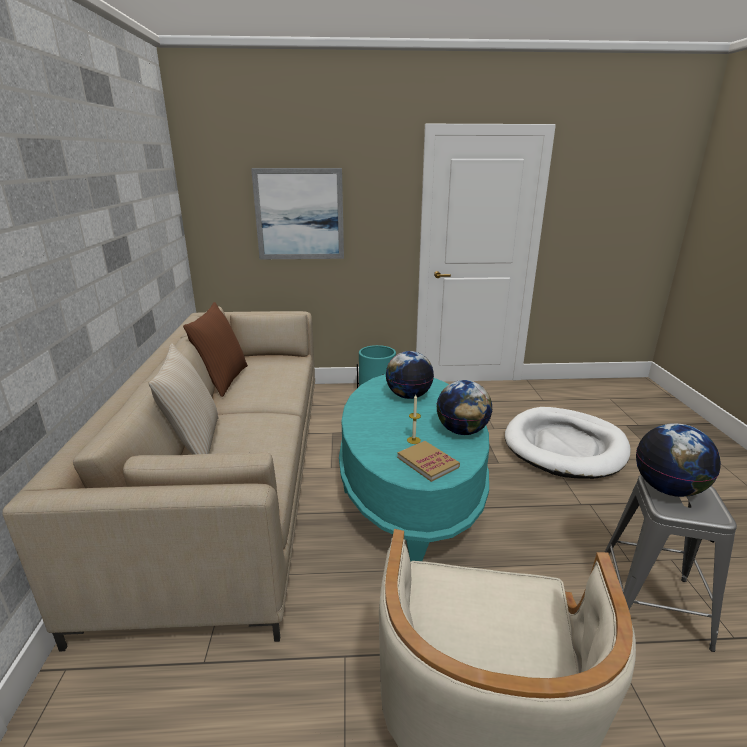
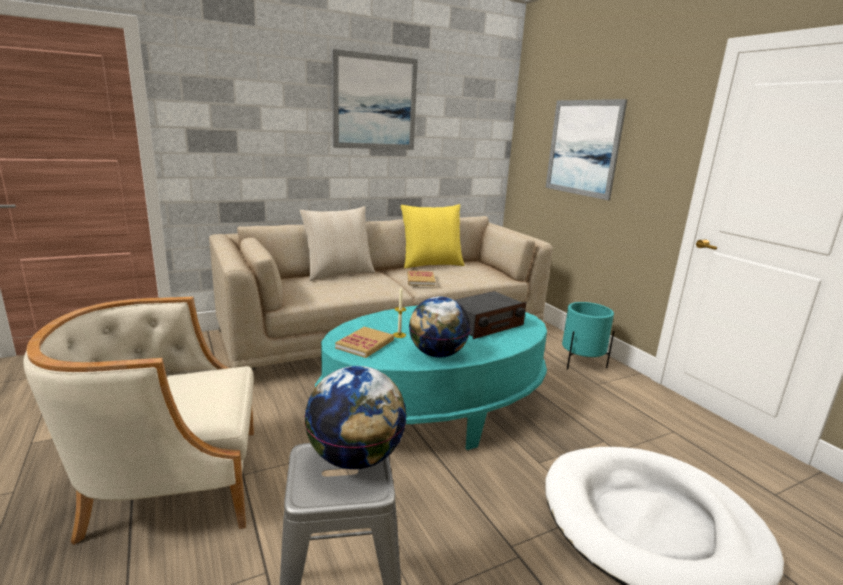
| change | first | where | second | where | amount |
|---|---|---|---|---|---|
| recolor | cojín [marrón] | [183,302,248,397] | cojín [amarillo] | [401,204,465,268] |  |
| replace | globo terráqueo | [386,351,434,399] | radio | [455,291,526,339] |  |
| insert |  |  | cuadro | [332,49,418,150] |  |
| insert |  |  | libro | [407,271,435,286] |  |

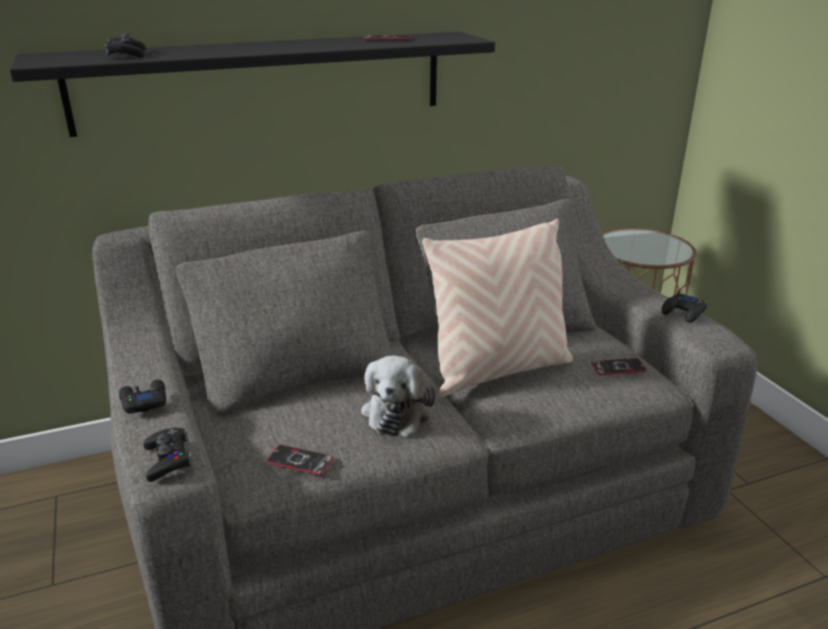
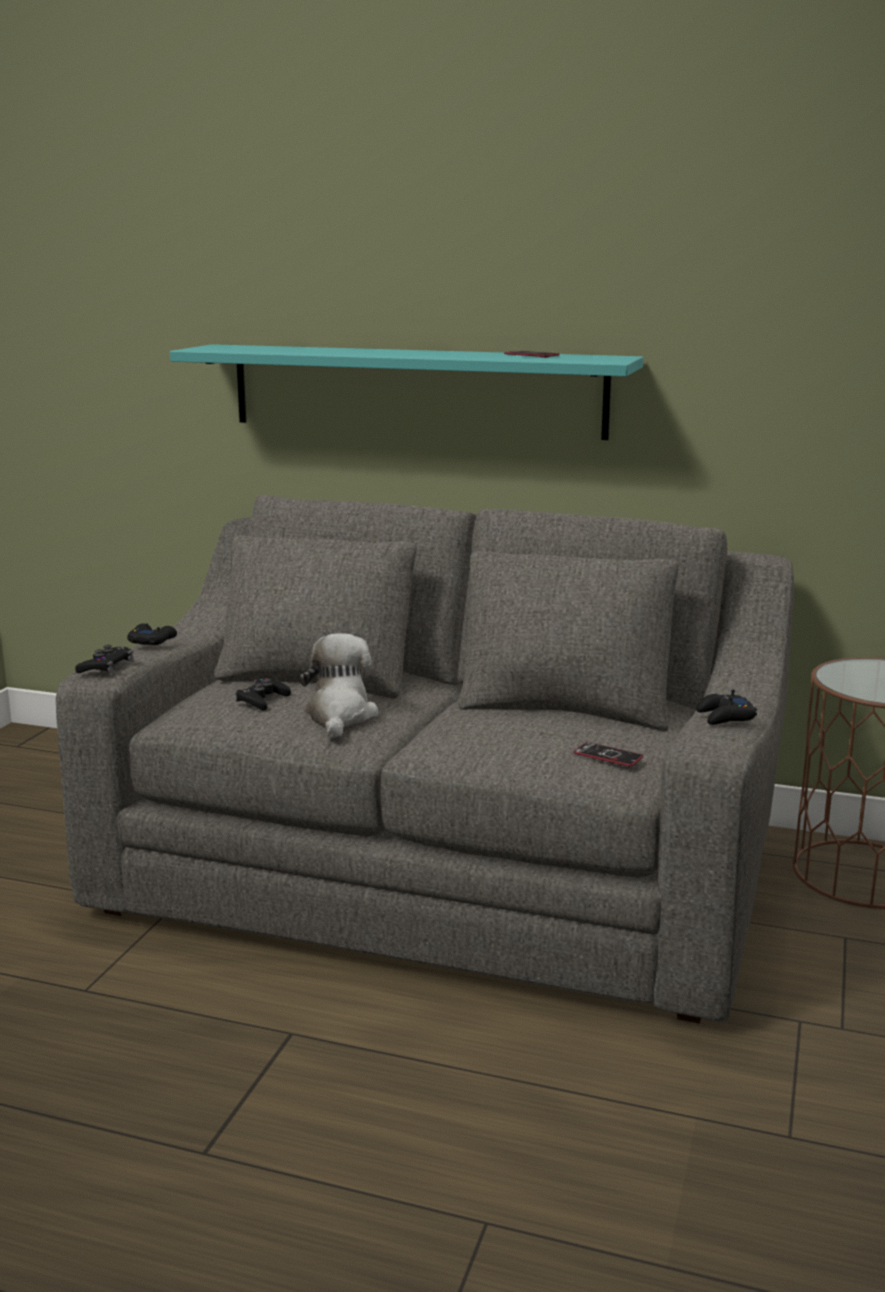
| change | first | where | second | where | amount |
|---|---|---|---|---|---|
| recolor | estante [negro] | [9,32,495,137] | estante [turquesa] | [170,344,644,440] |  |
| move | mando de consola [negro] | [104,33,146,57] |  | [235,678,291,711] |  |
| delete | cojín [beis] | [422,219,573,397] |  |  |  |
| rotate | peluche | [361,355,436,437] |  | [299,633,378,738] | 135 degrees clockwise |
| delete | móvil | [266,445,333,475] |  |  |  |

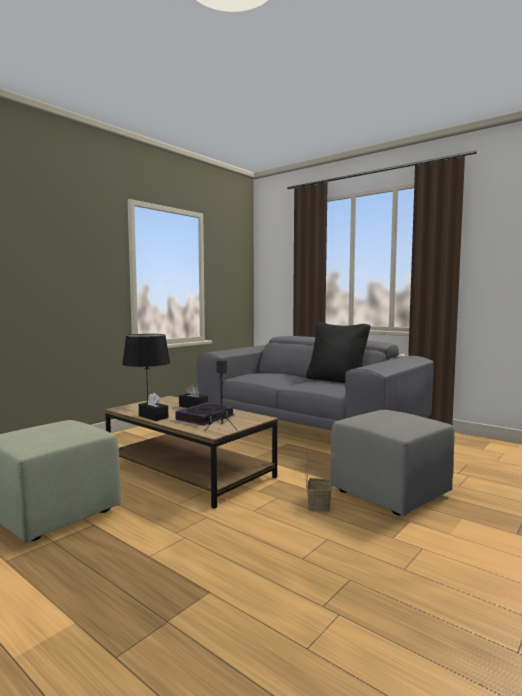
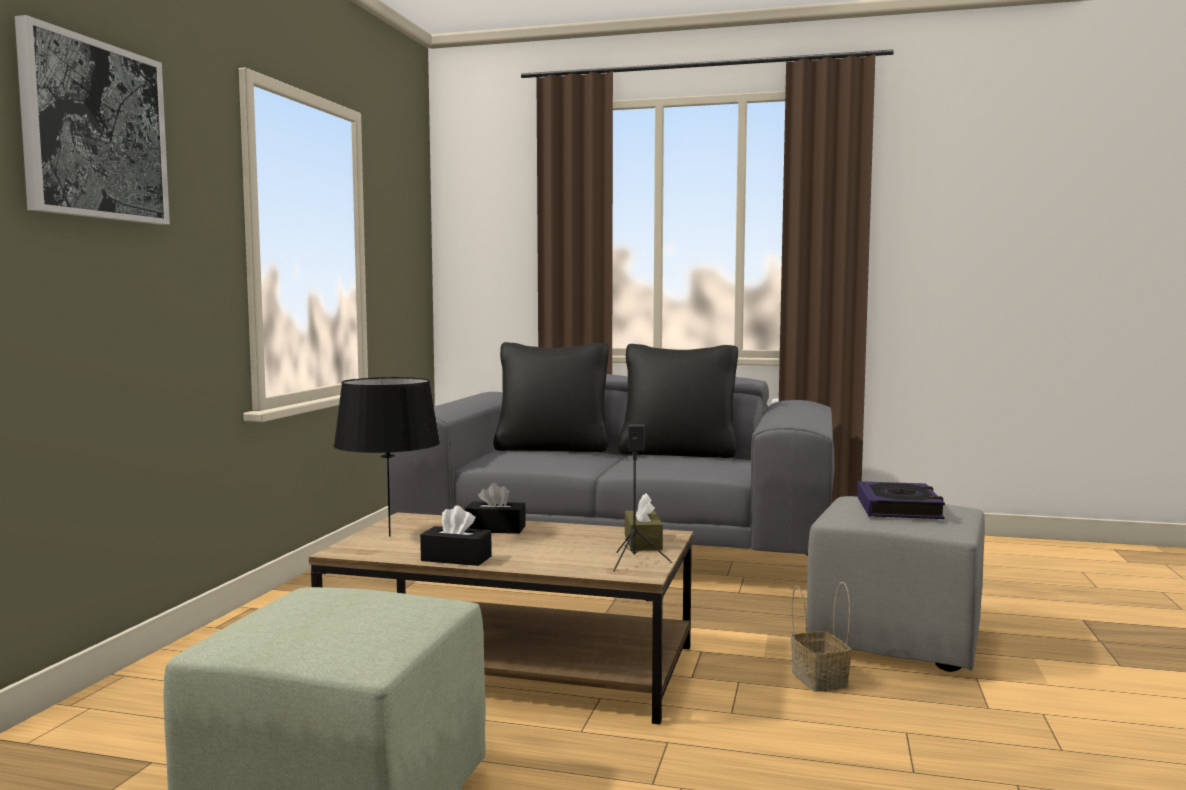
| change | first | where | second | where | amount |
|---|---|---|---|---|---|
| move | libro | [175,402,234,426] |  | [857,481,945,519] |  |
| insert |  |  | cuadro | [15,15,170,225] |  |
| insert |  |  | cojín [negro] | [493,342,609,452] |  |
| insert |  |  | caja de pañuelos [marrón] | [625,493,663,551] |  |

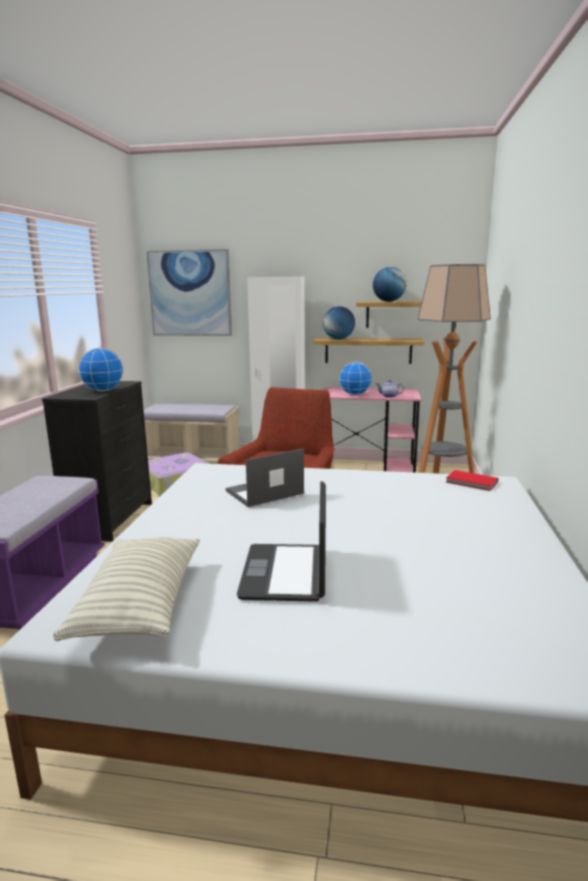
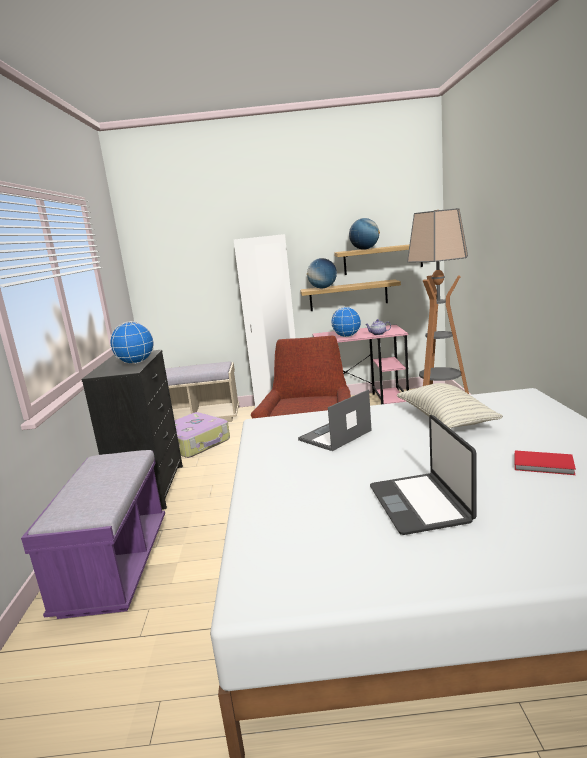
| change | first | where | second | where | amount |
|---|---|---|---|---|---|
| delete | cuadro | [147,249,232,336] |  |  |  |
| move | libro [rojo] | [446,470,498,491] |  | [515,450,576,475] |  |
| move | cojín | [53,537,200,641] |  | [397,383,503,428] |  |

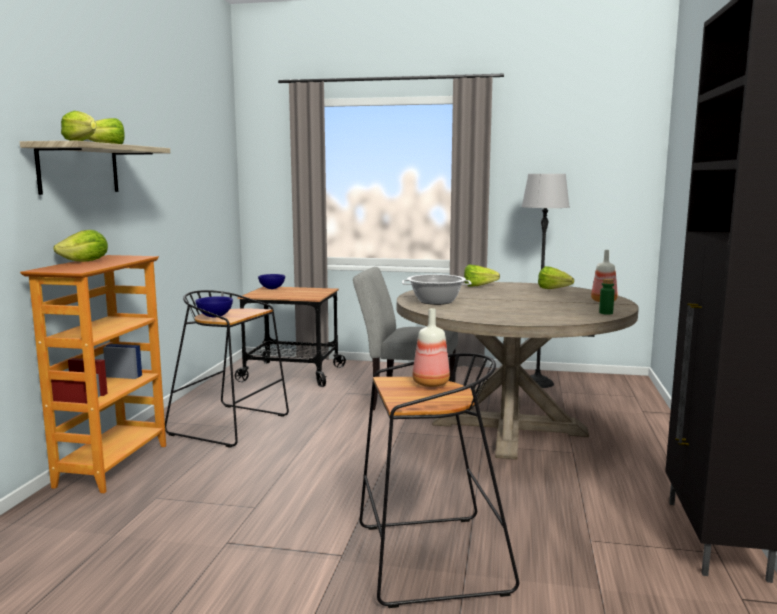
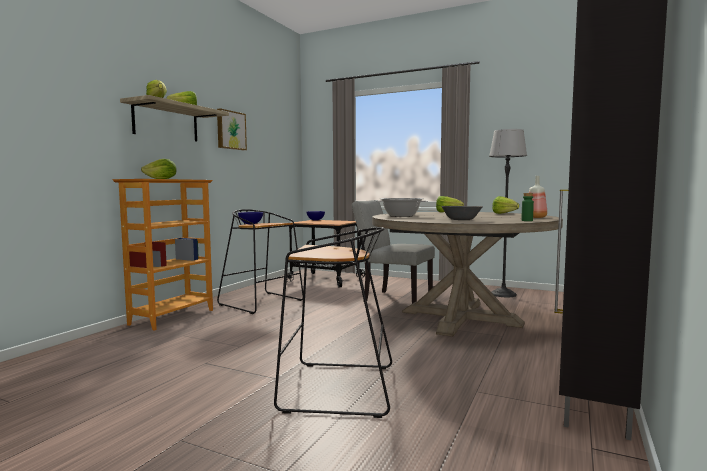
| change | first | where | second | where | amount |
|---|---|---|---|---|---|
| delete | botella | [412,308,450,387] |  |  |  |
| insert |  |  | cuadro | [217,108,247,150] |  |
| insert |  |  | cuenco [gris] | [441,206,483,220] |  |

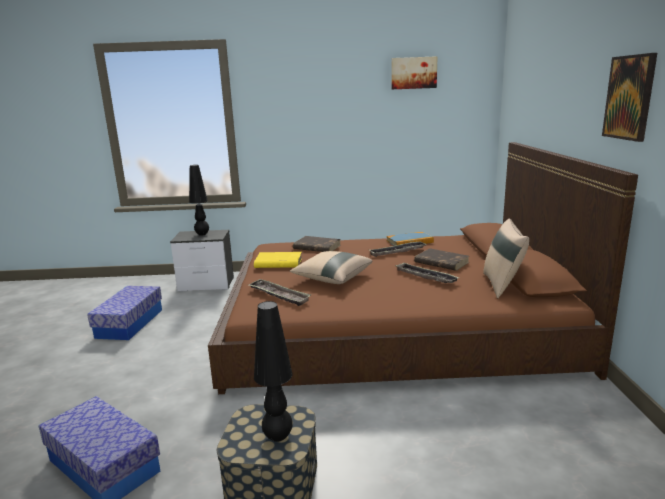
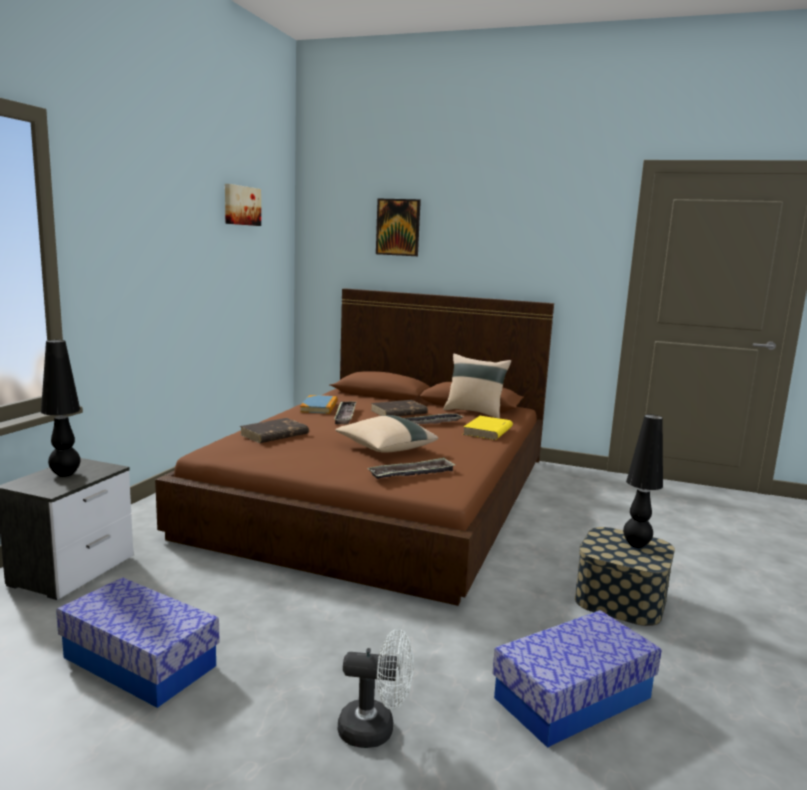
| change | first | where | second | where | amount |
|---|---|---|---|---|---|
| move | cuadro | [602,53,657,142] |  | [376,199,421,256] |  |
| move | libro [amarillo] | [254,252,302,268] |  | [463,416,513,440] |  |
| insert |  |  | ventilador [blanco] | [338,629,414,748] |  |

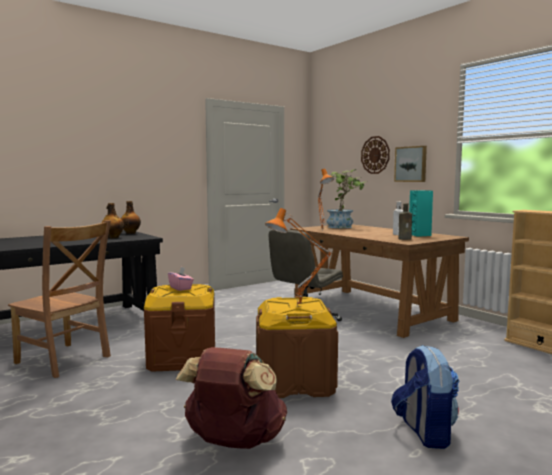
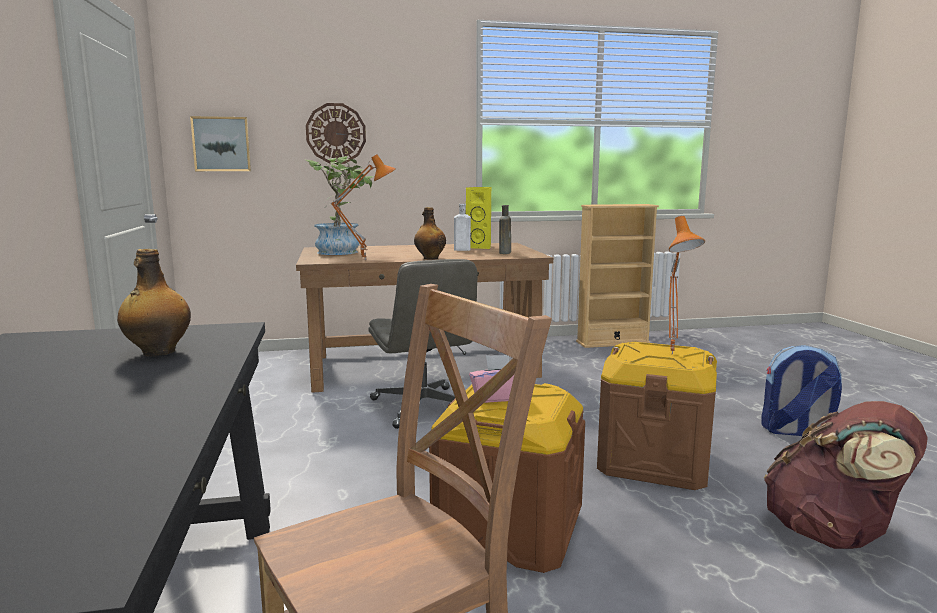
| change | first | where | second | where | amount |
|---|---|---|---|---|---|
| move | cuadro | [394,146,427,182] |  | [190,116,251,171] |  |
| recolor | altavoz [turquesa] | [409,190,433,237] | altavoz [amarillo] | [466,187,491,249] |  |
| move | botella | [121,201,141,234] |  | [414,207,446,260] |  |

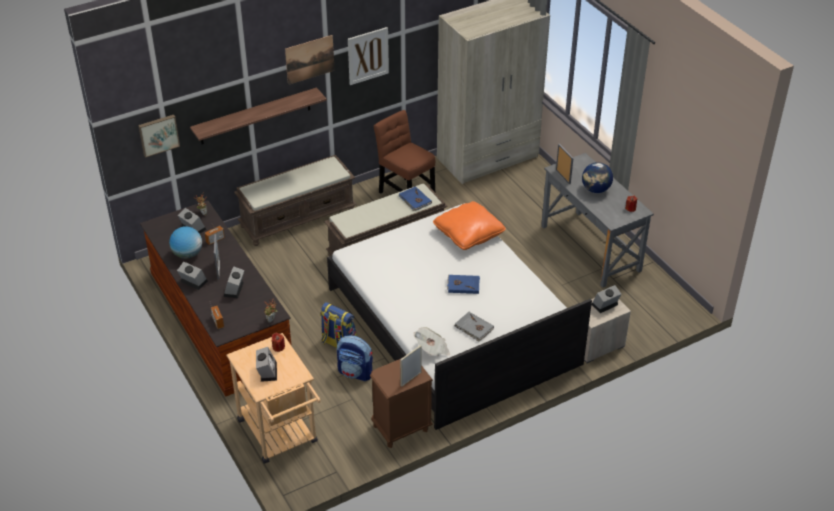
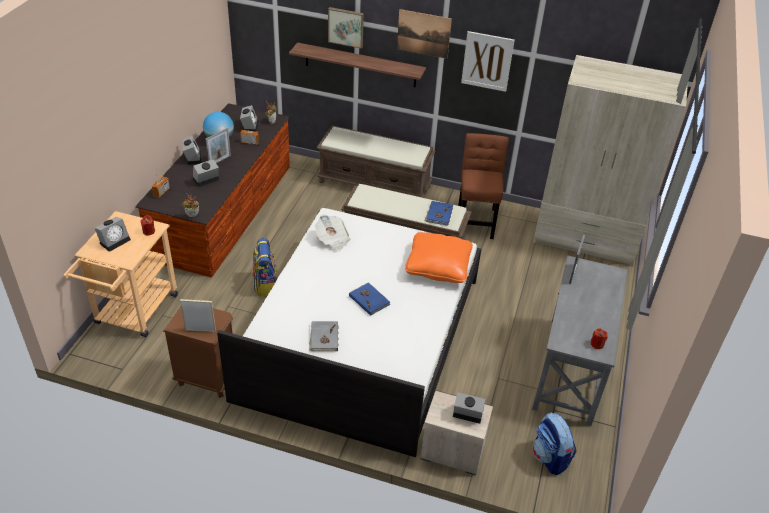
| change | first | where | second | where | amount |
|---|---|---|---|---|---|
| move | cuadro | [138,115,180,158] |  | [328,7,364,49] |  |
| delete | globo terráqueo | [582,162,613,193] |  |  |  |
| move | periódico | [414,327,450,356] |  | [315,214,351,252] |  |
| move | mochila | [337,335,373,381] |  | [533,412,576,475] |  |

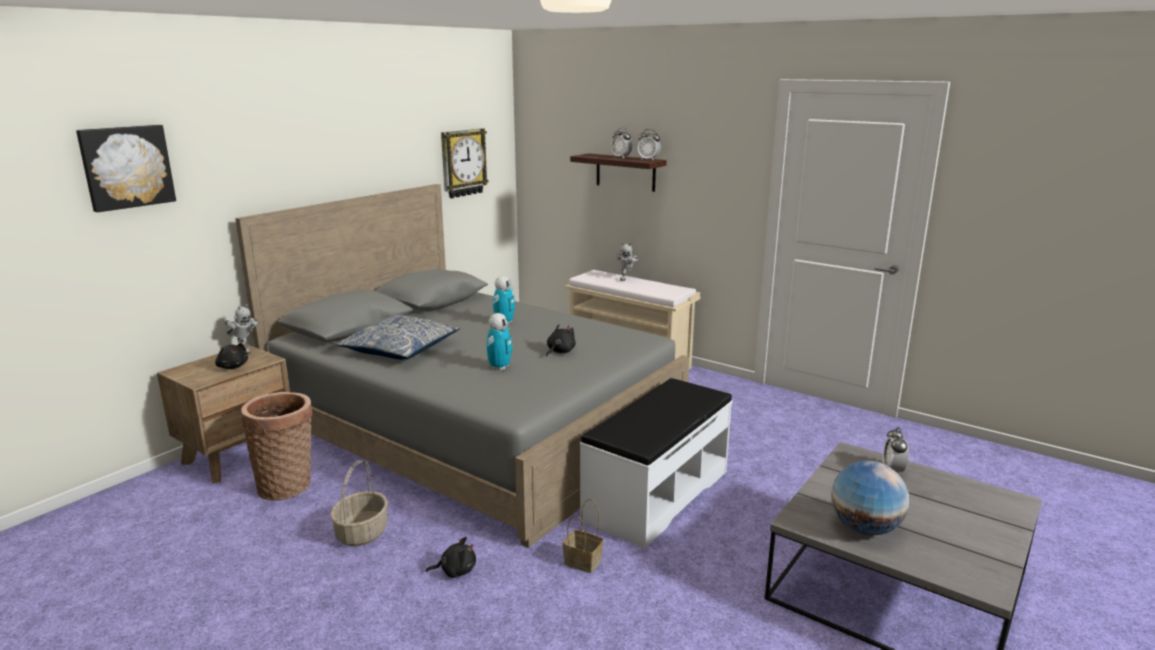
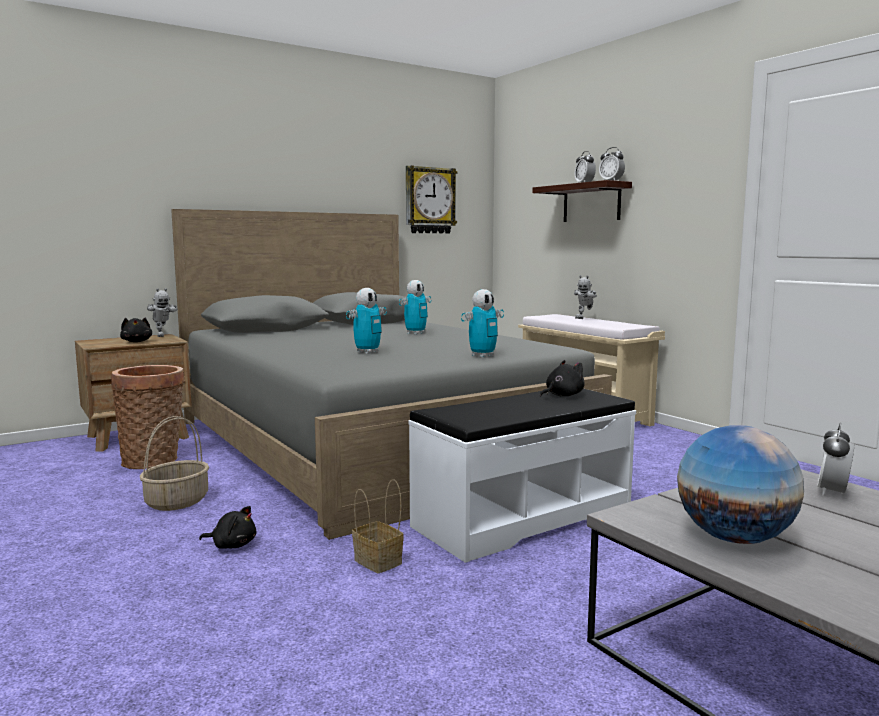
| change | first | where | second | where | amount |
|---|---|---|---|---|---|
| delete | cuadro | [76,125,176,212] |  |  |  |
| delete | cojín | [337,315,460,359] |  |  |  |
| move | peluche [negro] | [546,324,576,357] |  | [540,360,584,397] |  |
| insert |  |  | robot de juguete | [461,289,504,358] |  |

